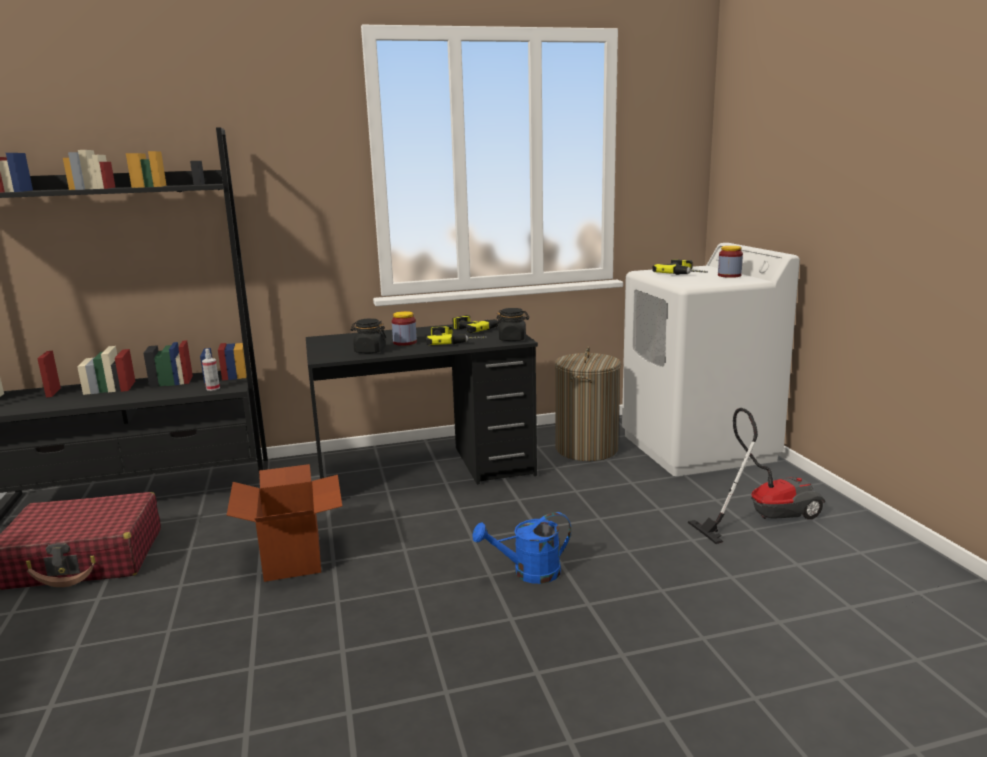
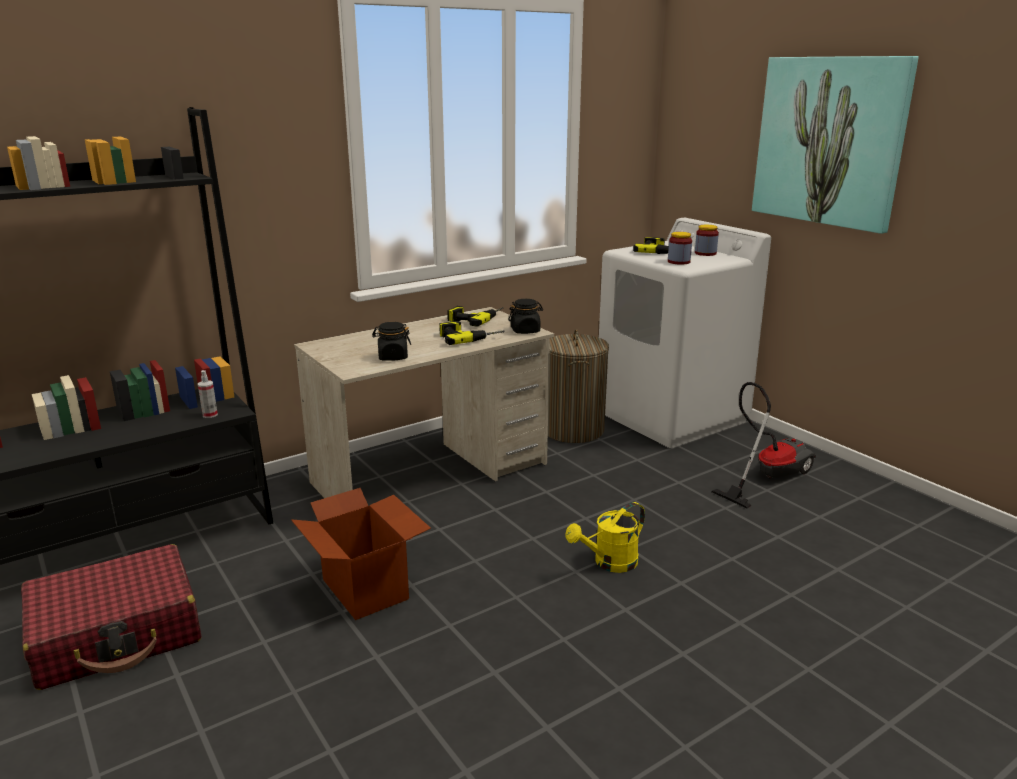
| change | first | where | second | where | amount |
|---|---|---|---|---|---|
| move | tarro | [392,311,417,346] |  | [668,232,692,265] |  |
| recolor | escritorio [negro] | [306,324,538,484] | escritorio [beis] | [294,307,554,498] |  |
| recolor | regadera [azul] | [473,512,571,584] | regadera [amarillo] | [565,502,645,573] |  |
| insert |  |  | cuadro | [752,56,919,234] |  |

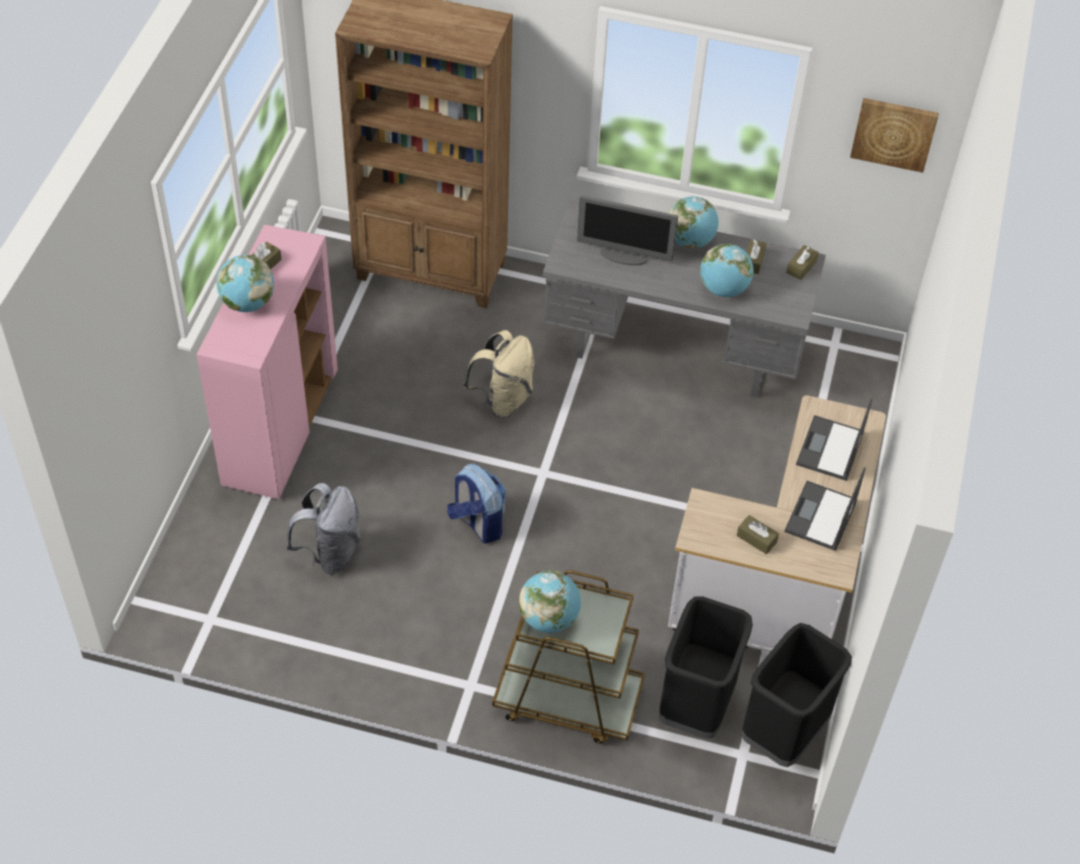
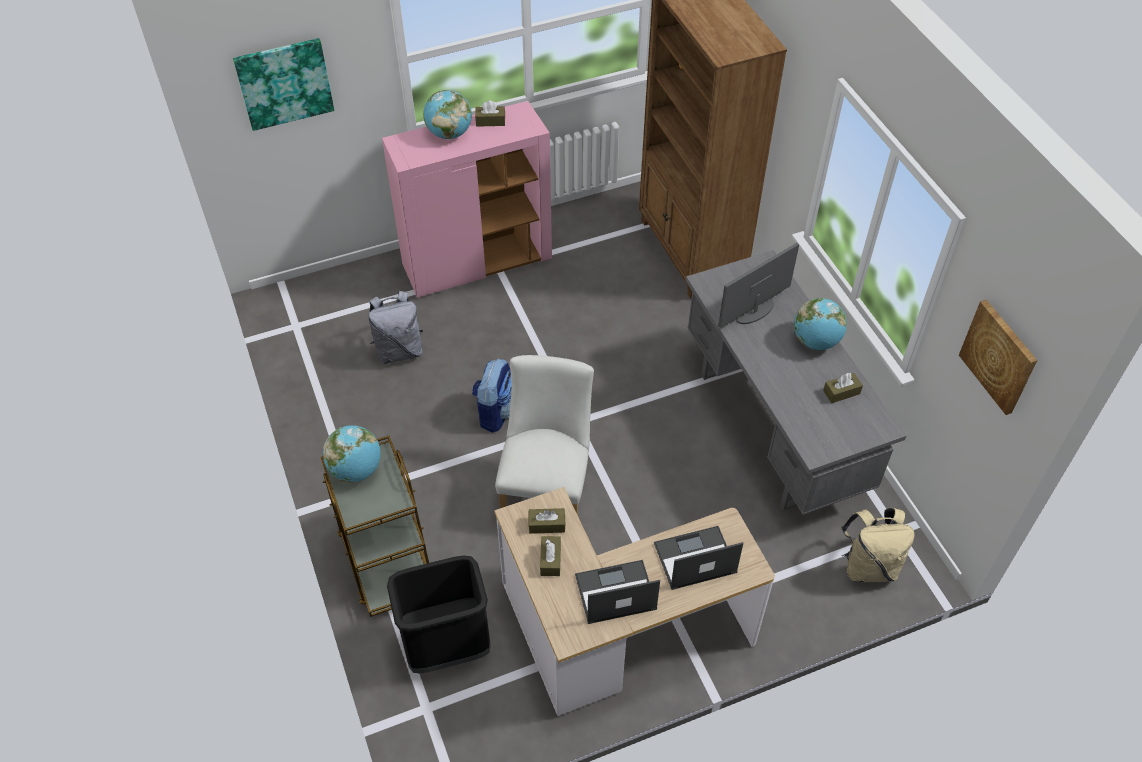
| change | first | where | second | where | amount |
|---|---|---|---|---|---|
| rotate | monitor | [577,195,678,265] |  | [718,243,799,328] | 75 degrees clockwise |
| delete | globo terráqueo | [700,244,754,297] |  |  |  |
| move | caja de pañuelos [marrón] | [786,245,819,280] |  | [528,508,566,534] |  |
| move | mochila [beis] | [463,330,534,418] |  | [841,507,915,583] |  |
| delete | papelera [negro] | [741,623,852,767] |  |  |  |
| insert |  |  | cuadro | [233,38,334,131] |  |
| insert |  |  | silla [blanco] | [495,355,594,515] |  |

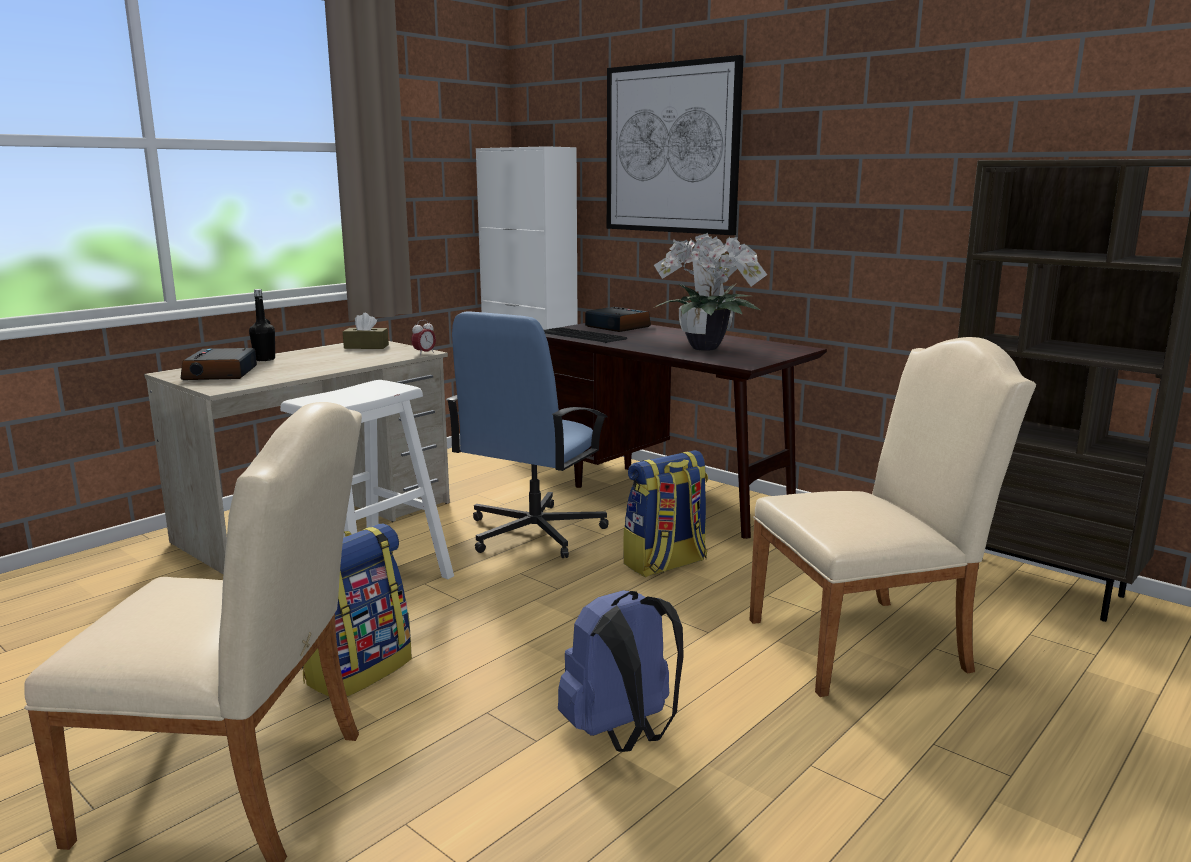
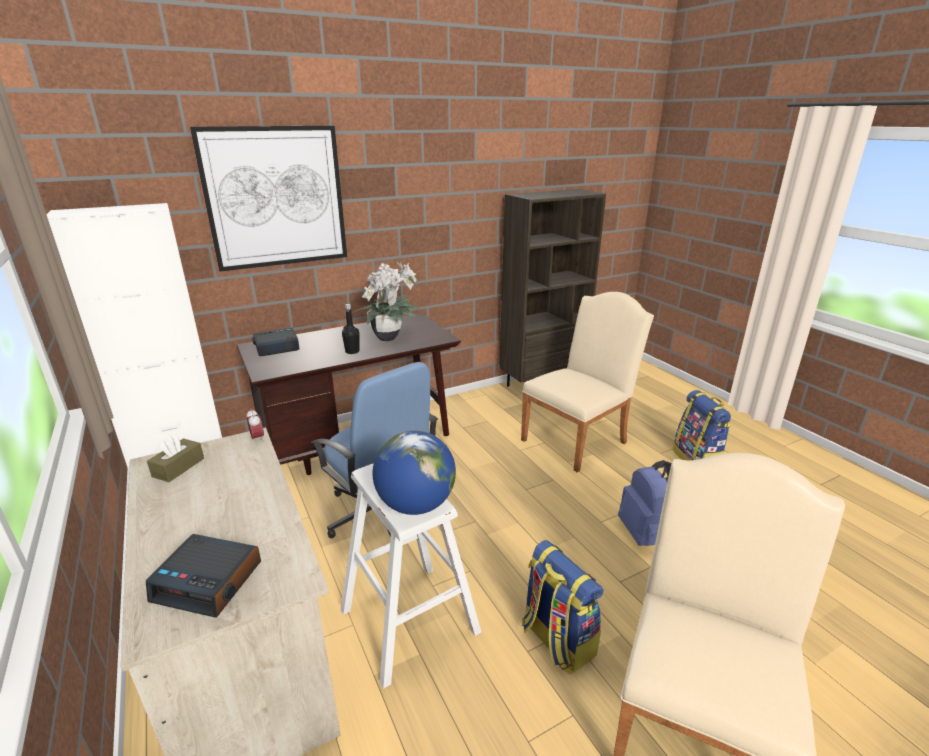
| change | first | where | second | where | amount |
|---|---|---|---|---|---|
| move | botella [negro] | [249,289,275,361] |  | [342,304,360,354] |  |
| delete | teclado | [544,327,627,343] |  |  |  |
| rotate | silla [beis] | [750,337,1036,697] |  | [521,292,654,472] | 45 degrees clockwise |
| move | mochila | [623,450,708,577] |  | [673,390,732,460] |  |
| insert |  |  | globo terráqueo | [373,431,456,515] |  |

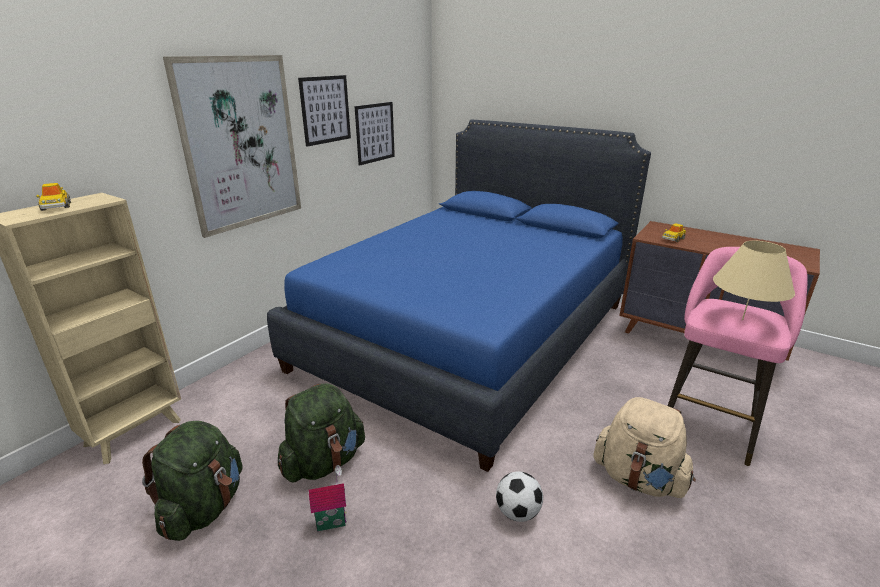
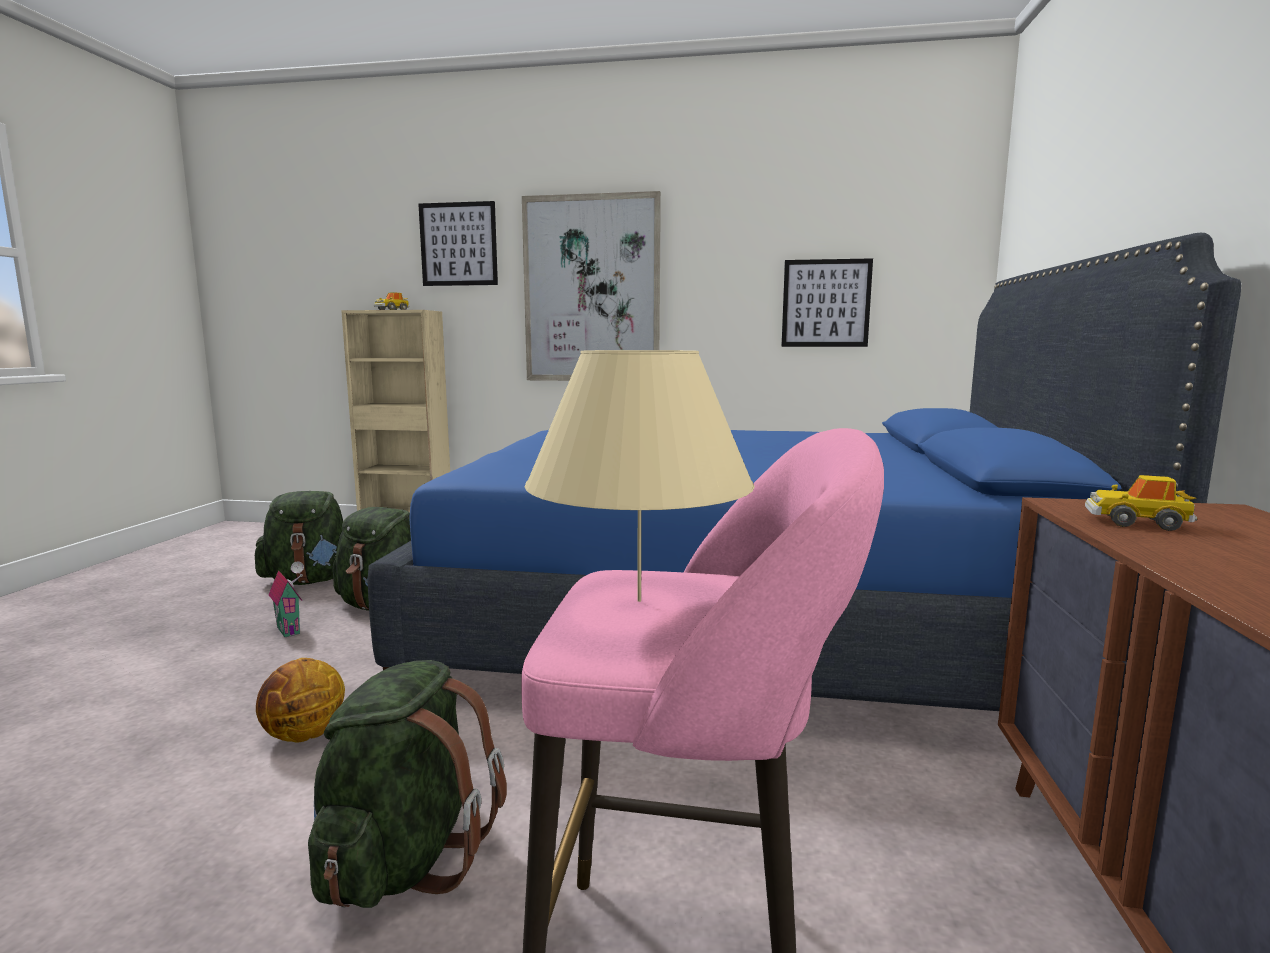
| change | first | where | second | where | amount |
|---|---|---|---|---|---|
| move | cuadro | [298,75,351,147] |  | [418,201,498,286] |  |
| recolor | mochila [beis] | [594,397,696,498] | mochila [verde] | [308,660,507,908] |  |
| replace | balón de fútbol | [496,471,543,522] | balón de baloncesto | [256,658,345,743] |  |

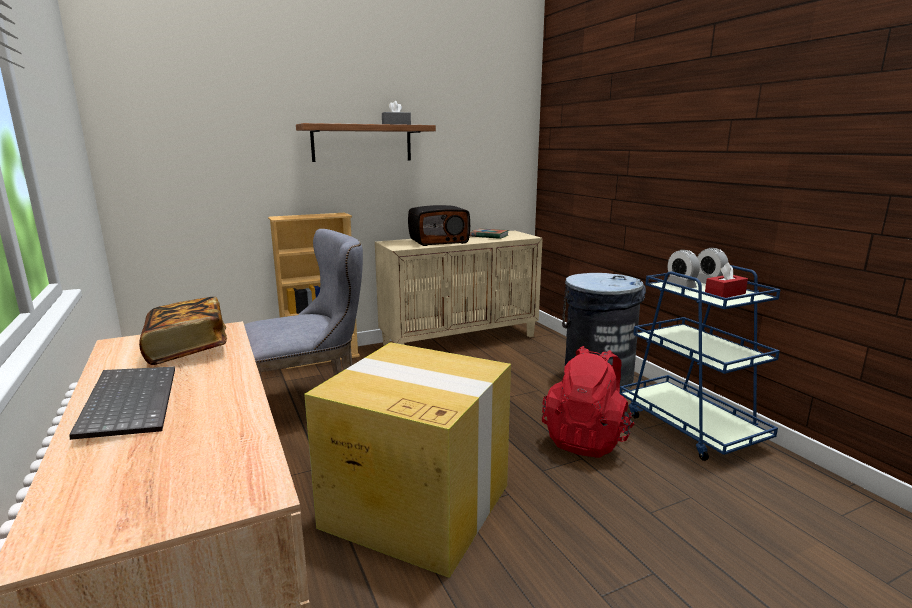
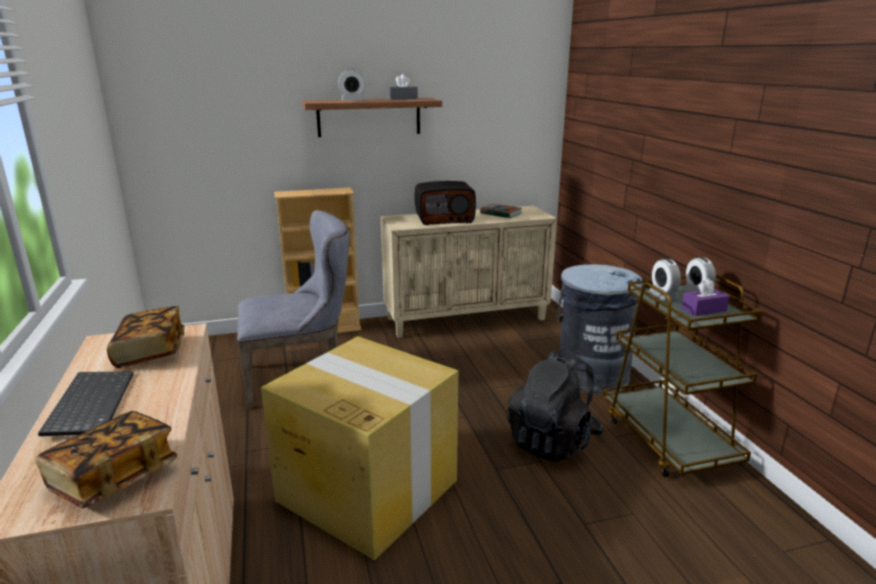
| change | first | where | second | where | amount |
|---|---|---|---|---|---|
| recolor | caja de pañuelos [rojo] | [705,263,748,298] | caja de pañuelos [morado] | [681,278,730,316] |  |
| recolor | carrito [azul] | [620,265,781,461] | carrito [marrón] | [603,275,762,477] |  |
| recolor | mochila [rojo] | [542,346,635,458] | mochila [negro] | [507,350,603,463] |  |
| insert |  |  | despertador | [338,69,365,101] |  |
| insert |  |  | libro | [35,411,177,508] |  |

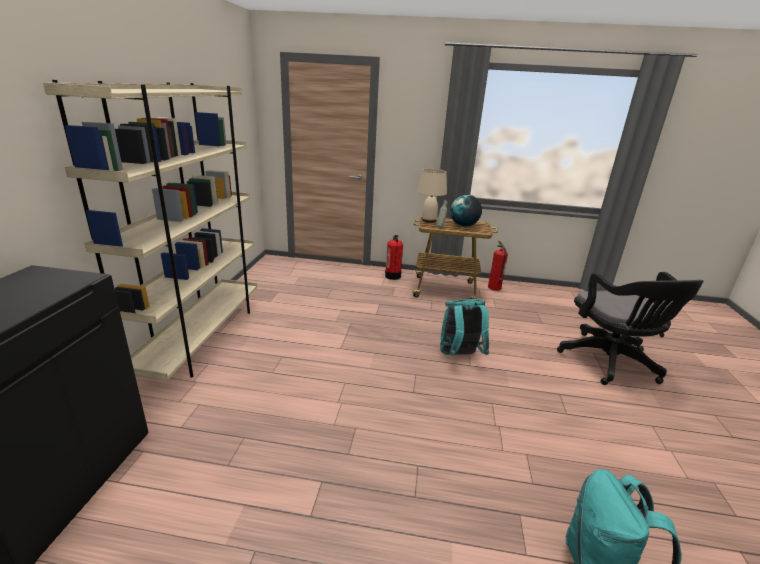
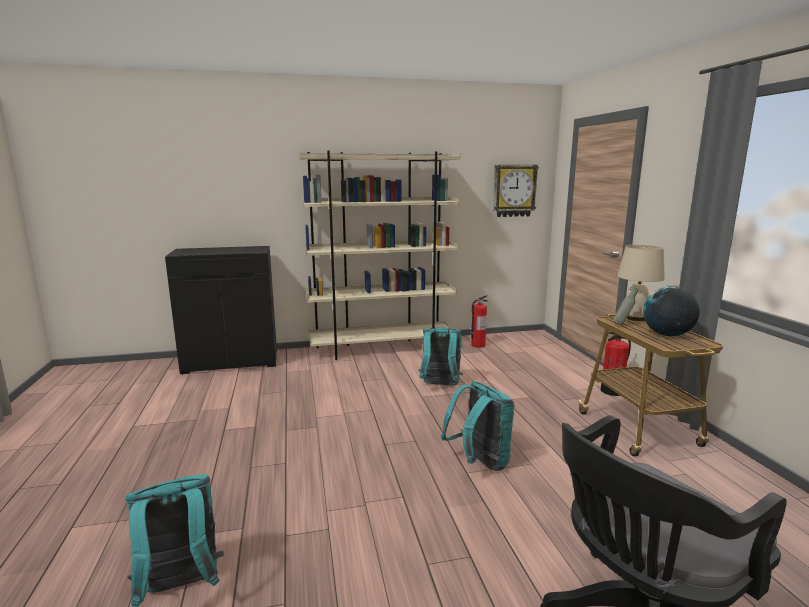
| change | first | where | second | where | amount |
|---|---|---|---|---|---|
| move | extintor | [488,241,508,291] |  | [471,295,488,348] |  |
| insert |  |  | reloj de pared | [493,165,539,217] |  |
| insert |  |  | mochila [turquesa] | [418,327,463,386] |  |

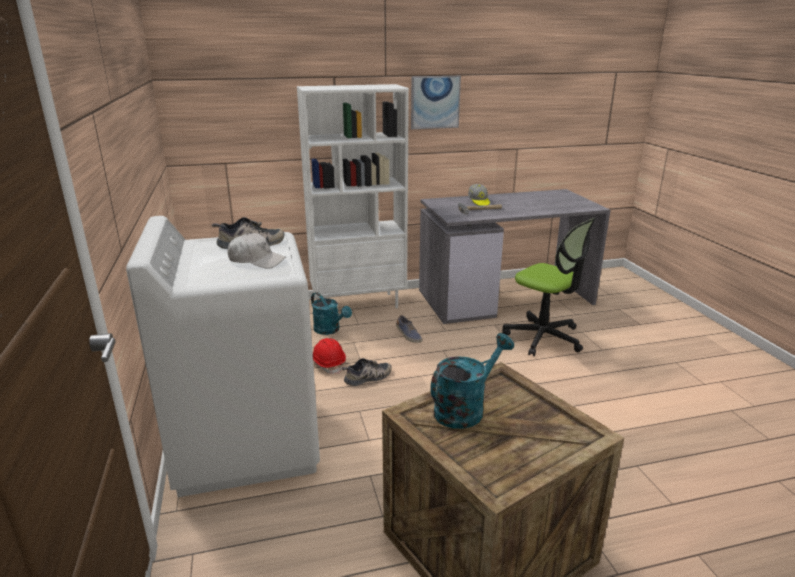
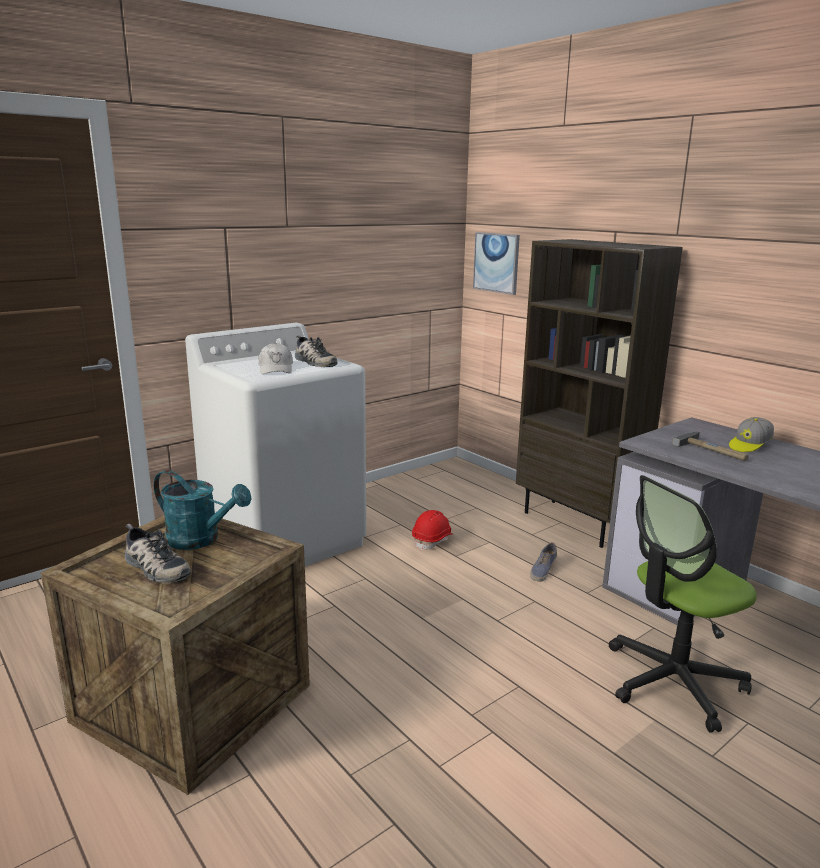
| change | first | where | second | where | amount |
|---|---|---|---|---|---|
| move | cuadro | [411,76,461,129] |  | [473,232,520,295] |  |
| recolor | estantería [blanco] | [297,84,409,308] | estantería [marrón] | [516,239,683,548] |  |
| rotate | silla de oficina | [502,218,596,356] |  | [609,475,757,733] | 45 degrees clockwise |
| delete | regadera [turquesa] | [311,292,352,335] |  |  |  |
| move | zapato | [342,358,392,386] |  | [125,524,191,584] |  |

